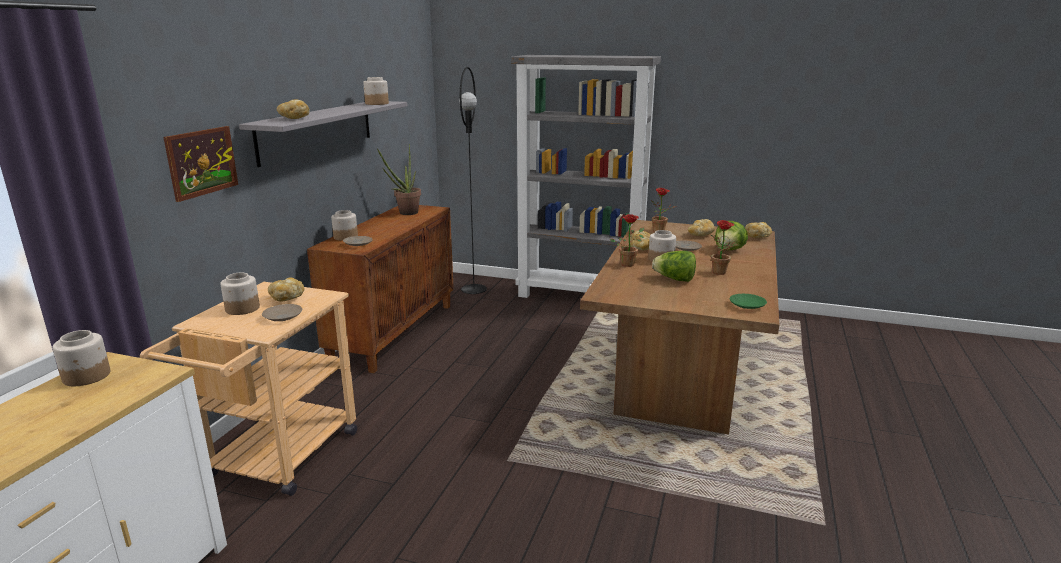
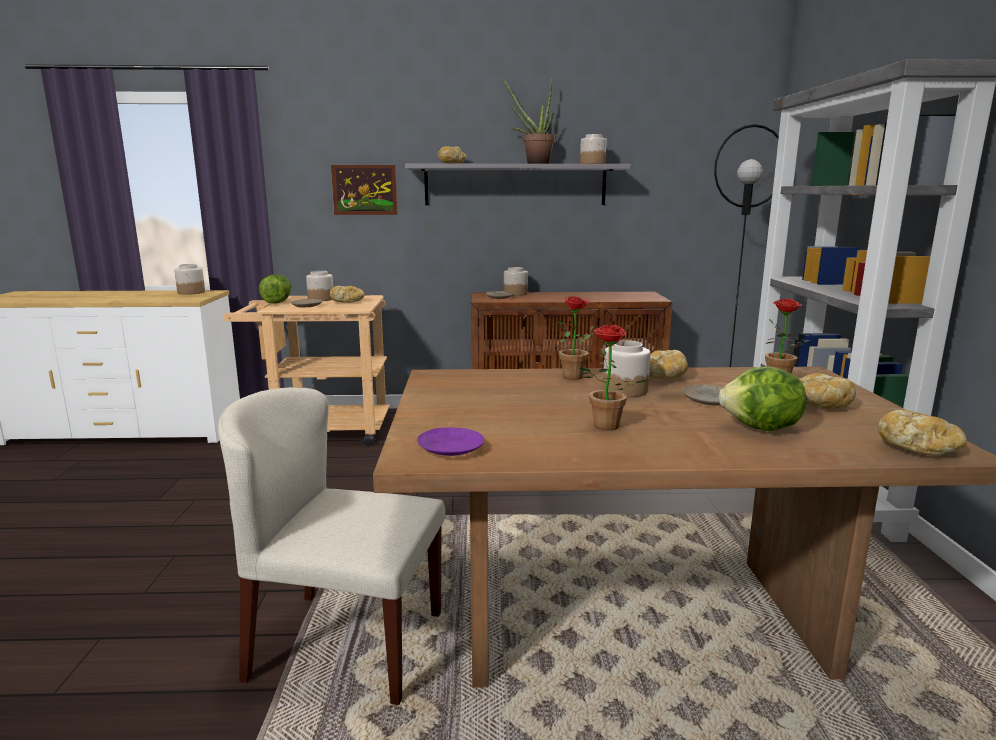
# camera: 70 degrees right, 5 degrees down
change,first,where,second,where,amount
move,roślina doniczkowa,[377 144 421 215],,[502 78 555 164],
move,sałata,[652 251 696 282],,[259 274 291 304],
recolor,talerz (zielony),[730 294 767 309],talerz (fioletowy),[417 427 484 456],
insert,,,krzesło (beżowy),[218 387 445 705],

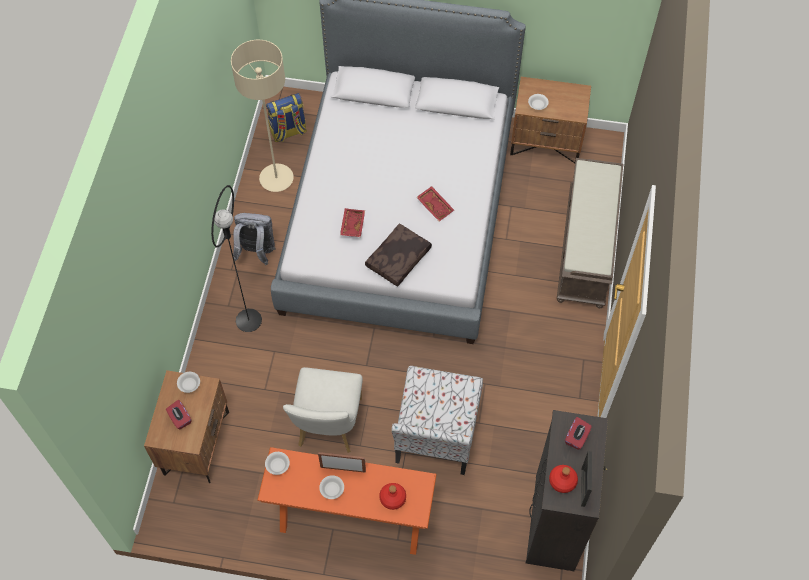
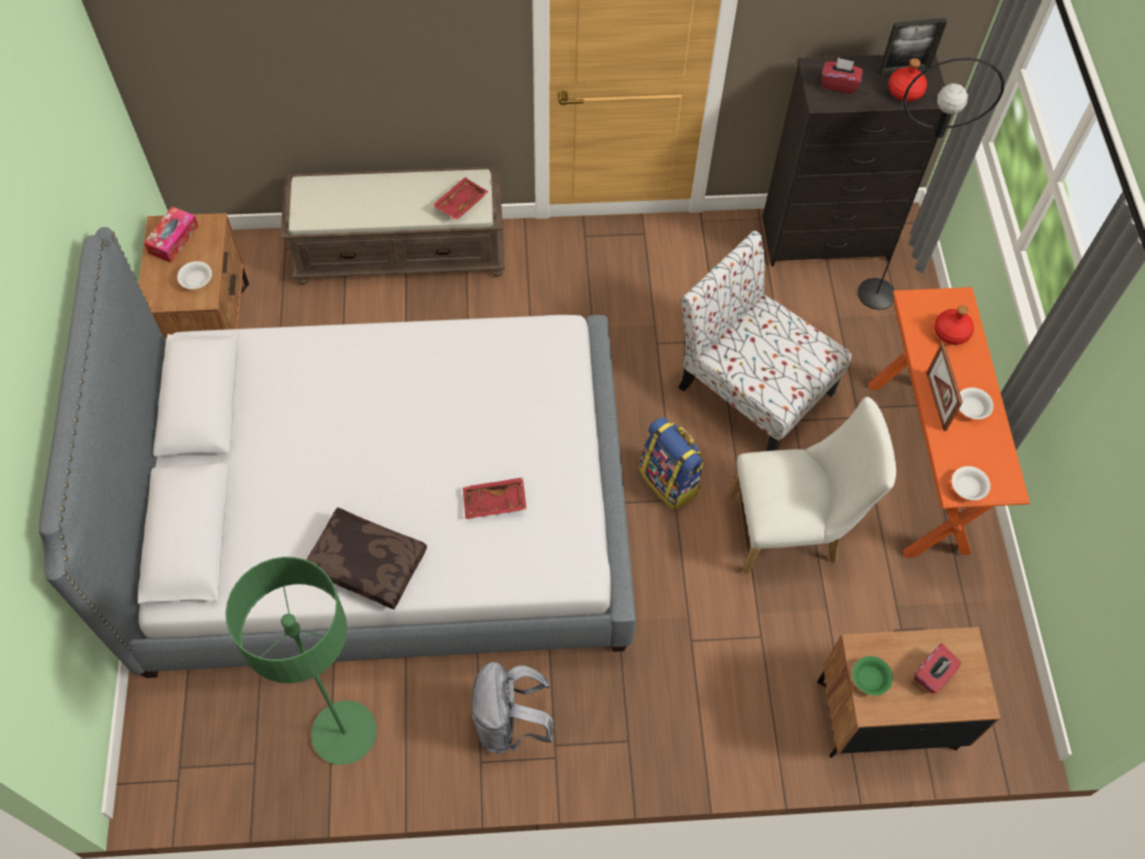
# camera: 105 degrees left, 0 degrees up
change,first,where,second,where,amount
recolor,miska (biały),[177 372 200 393],miska (zielony),[852 656 893 695],
move,lampa stojąca (czarny),[211 185 262 332],,[858 58 1005 310],
recolor,lampa stojąca (beżowy),[231 40 294 192],lampa stojąca (zielony),[225 557 377 765],
move,plecak,[266 93 307 142],,[639 417 705 510],
move,poduszka (brązowy),[365 223 432 287],,[306 507 427 609],
rotate,krzesło,[391 366 483 475],,[678 230 852 451],135 degrees counterclockwise
move,taca (czerwony),[417 186 454 221],,[432 177 489 220],
insert,,,pudełko chusteczek,[144 207 199 263],

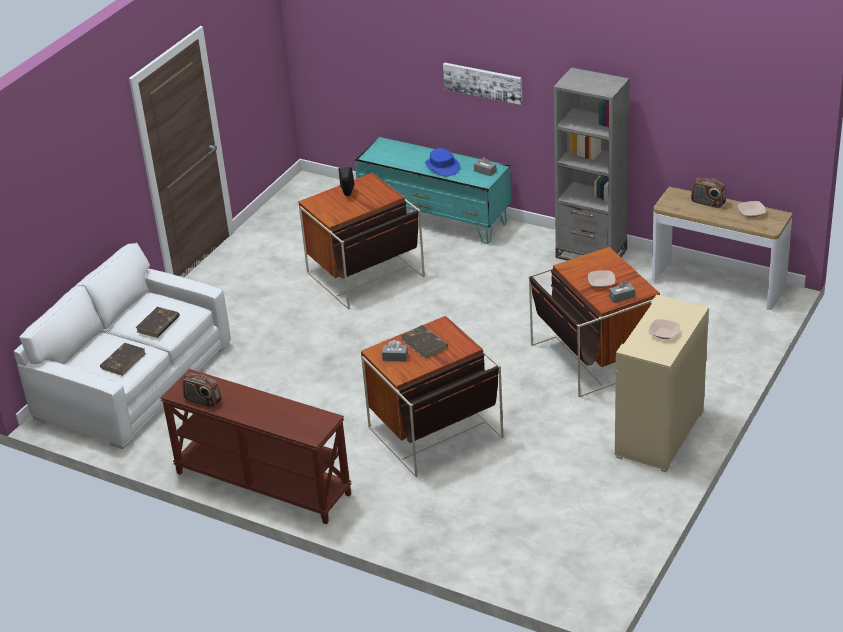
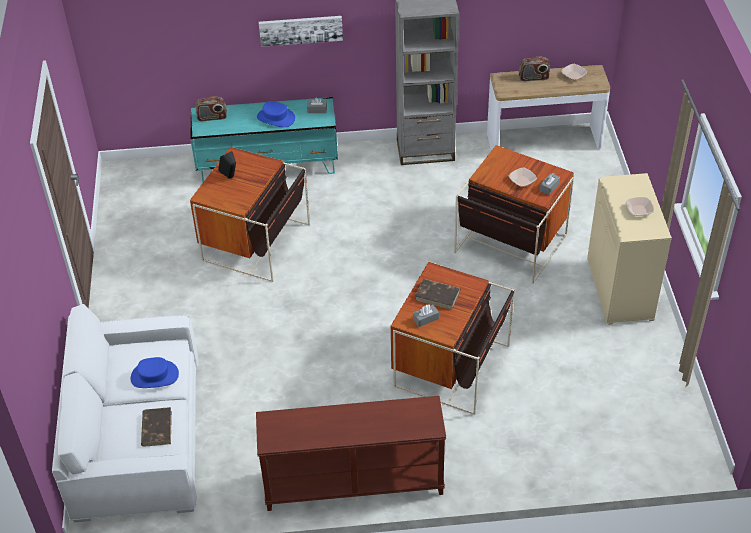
# camera: 35 degrees left, 10 degrees up
change,first,where,second,where,amount
replace,książka (brązowy),[136 307 180 338],kapelusz (niebieski),[131 357 179 388],
move,radio,[182 373 222 408],,[196 96 227 121],

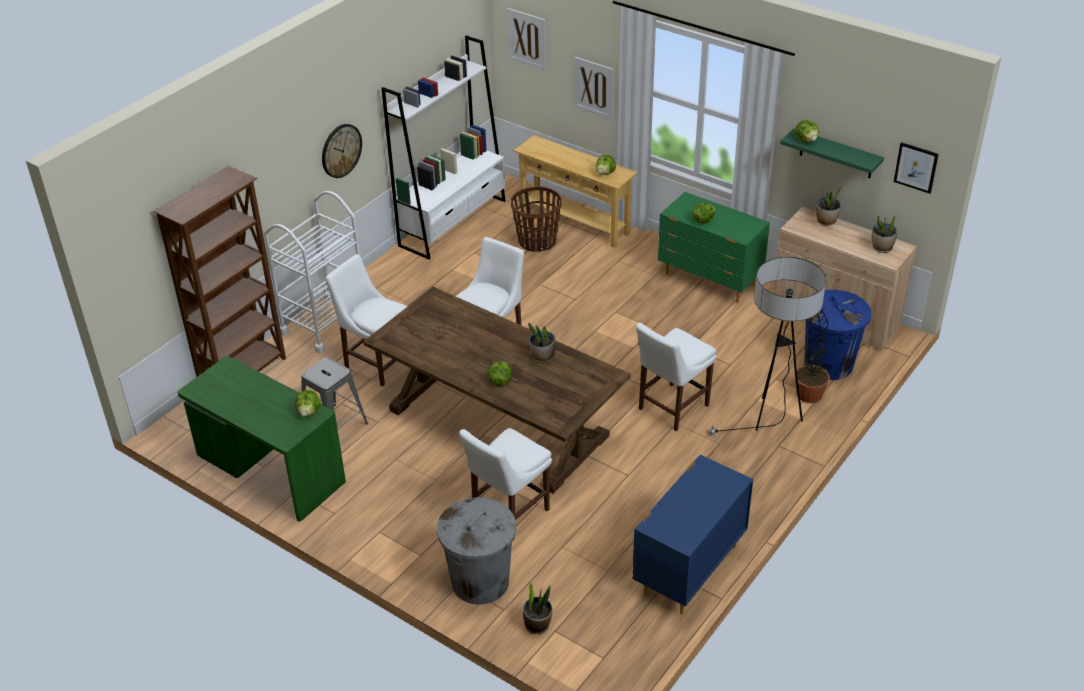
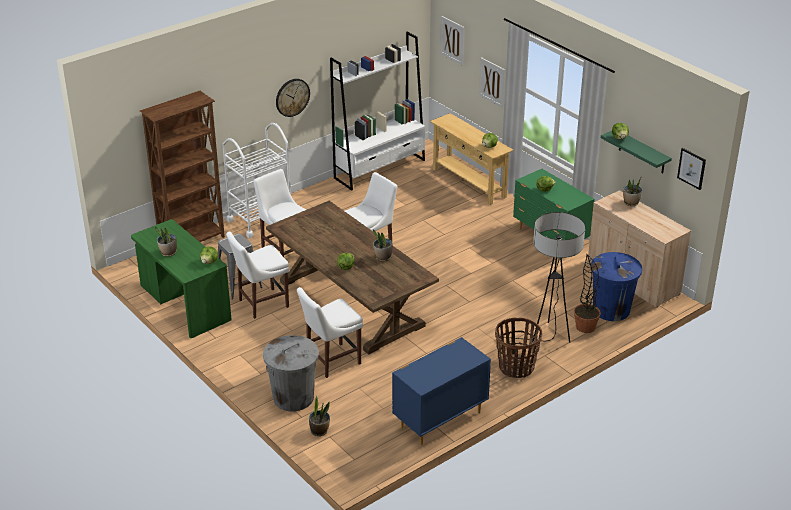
# camera: 15 degrees right, 5 degrees down
change,first,where,second,where,amount
move,koszyk,[511 186 562 252],,[495 318 542 378],
move,krzesło (biały),[636 323 716 431],,[226 232 289 319],
move,roślina doniczkowa,[872 216 897 253],,[155 226 177 257],

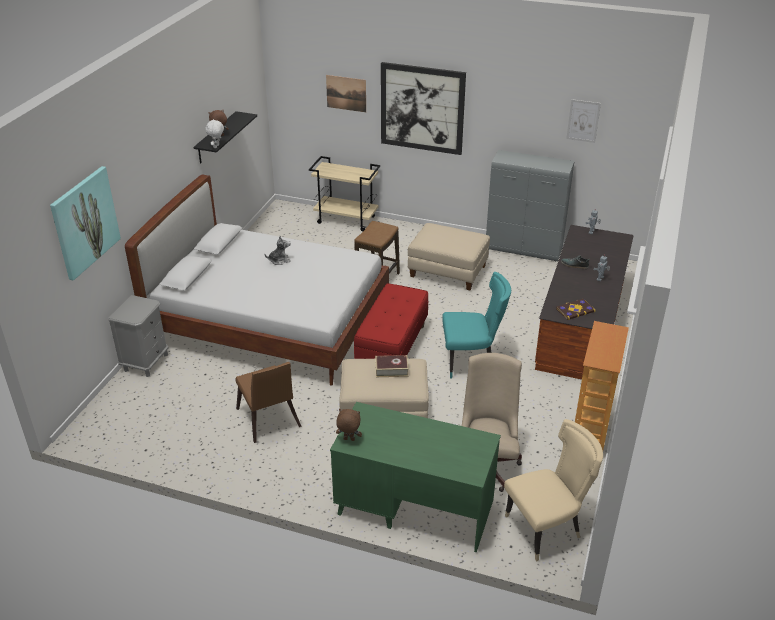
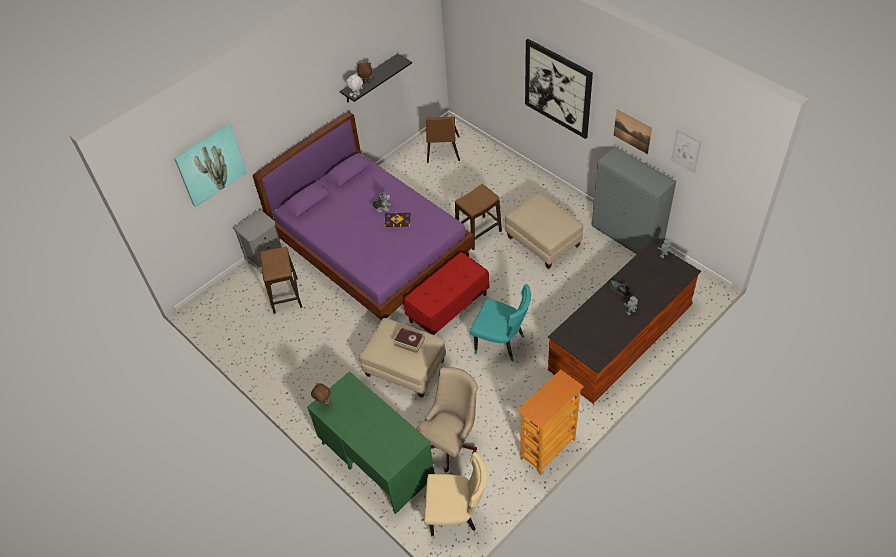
# camera: 30 degrees right, 15 degrees up
change,first,where,second,where,amount
recolor,łóżko (biały),[125 175 389 386],łóżko (fioletowy),[253 111 474 320],
move,krzesło (brązowy),[235 362 302 443],,[426 116 460 163],
delete,wózek (beżowy),[309 156 380 231],,,
move,obraz,[326 75 366 112],,[614 109 652 154],
move,książka,[556 299 596 320],,[384 212 411 227],
insert,,,stołek,[260 247 302 314],

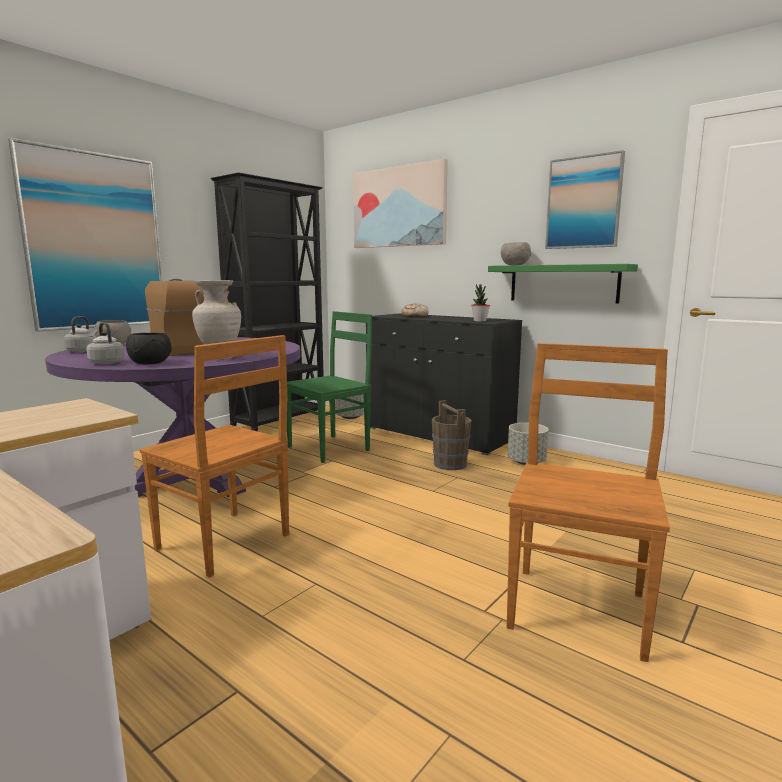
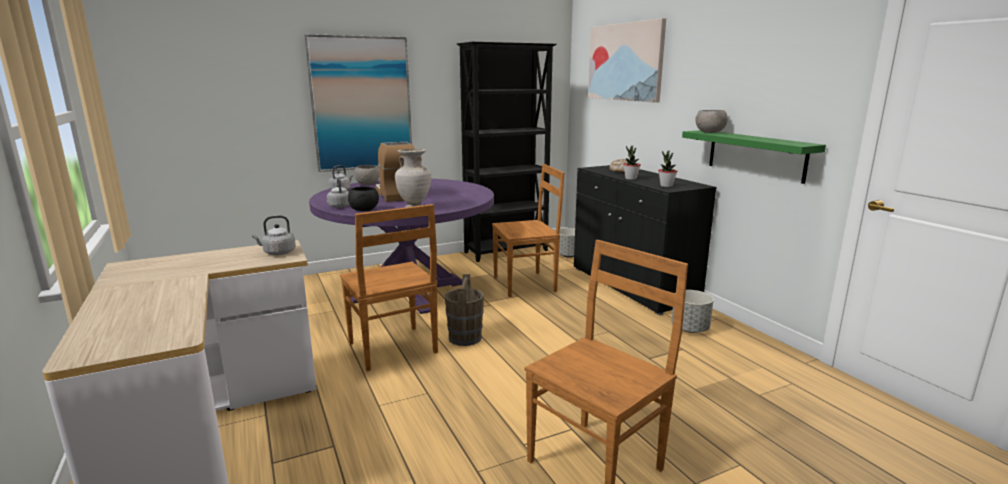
# camera: 25 degrees right, 5 degrees up
change,first,where,second,where,amount
recolor,krzesło (zielony),[287 311 372 463],krzesło (brązowy),[492 164 564 297],
move,wiadro (brązowy),[432 400 471 470],,[444 274 484 346],
delete,obraz,[545 150 625 249],,,
insert,,,czajnik (szary),[251 215 296 255],
insert,,,roślina doniczkowa,[623 146 641 180],

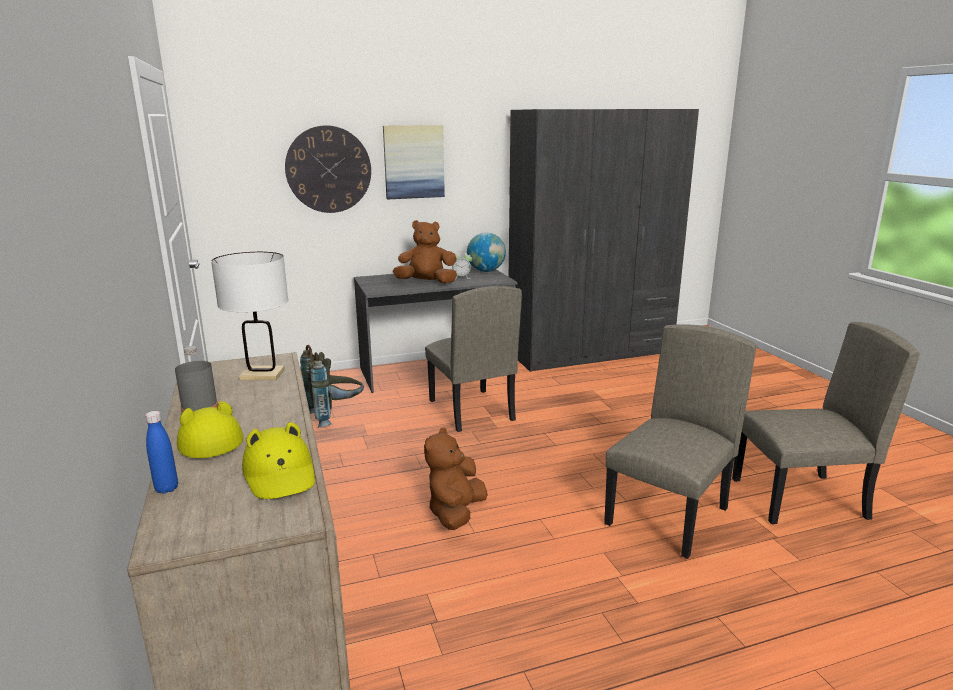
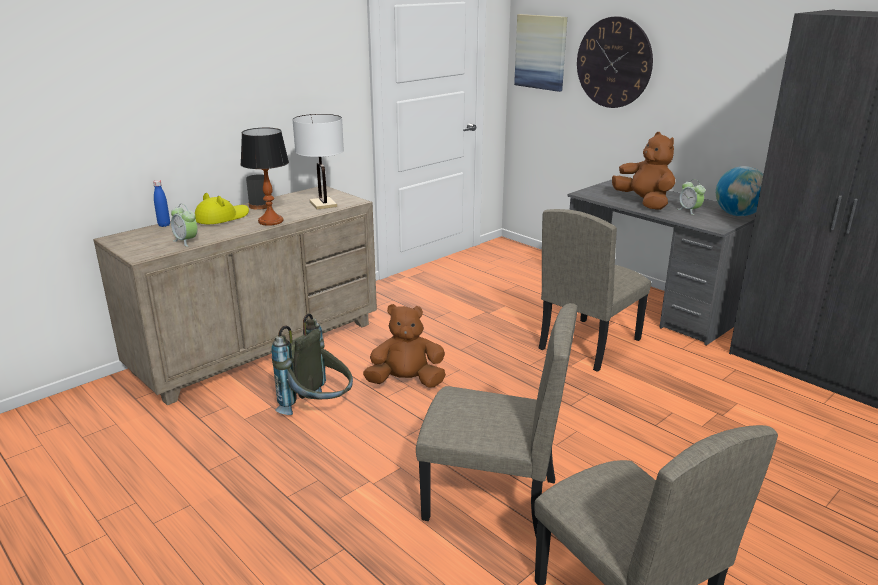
# camera: 65 degrees right, 5 degrees up
change,first,where,second,where,amount
replace,kapelusz (żółty),[242 422 315 499],budzik,[171 204 198 247],
move,plecak (szary),[300 345 364 428],,[271 313 353 415],
move,obraz,[383 125 445 199],,[514 14 567 92],
insert,,,lampa stołowa,[240 128 289 226],

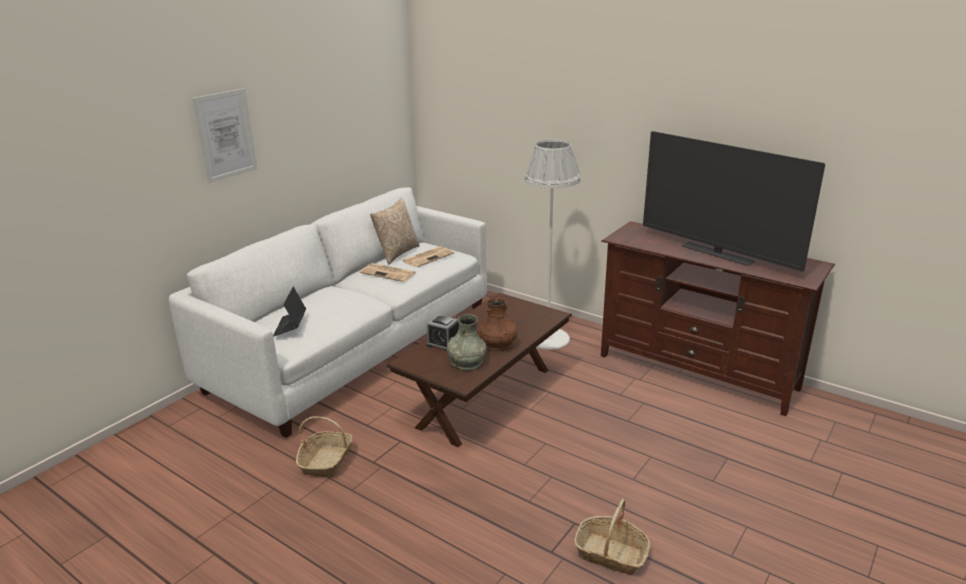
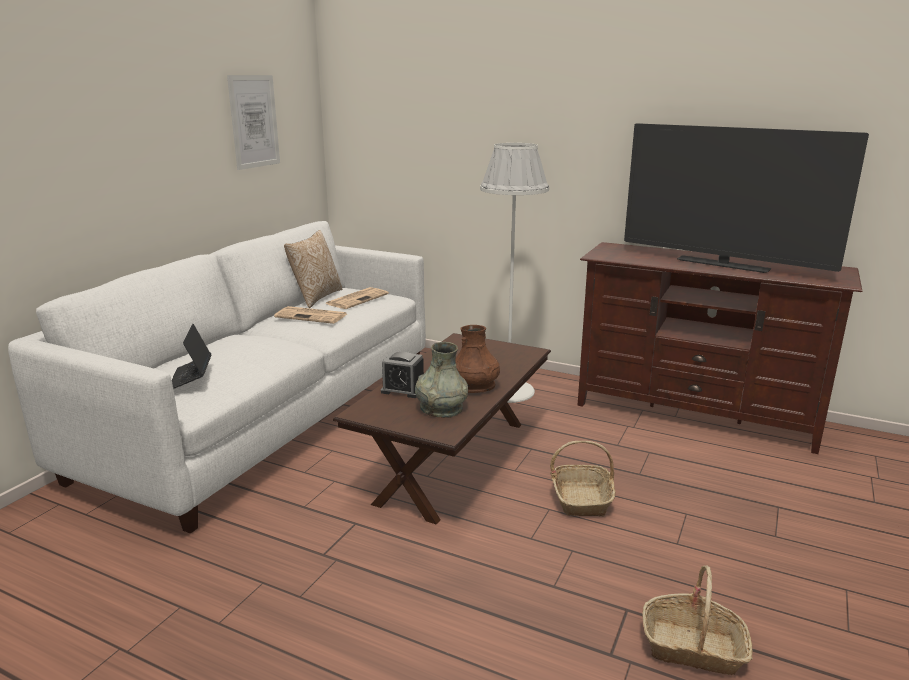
# camera: 10 degrees left, 5 degrees down
change,first,where,second,where,amount
move,obraz,[192 88 258 183],,[227 75 280 170],
move,koszyk,[296 416 353 478],,[550 441 616 516],

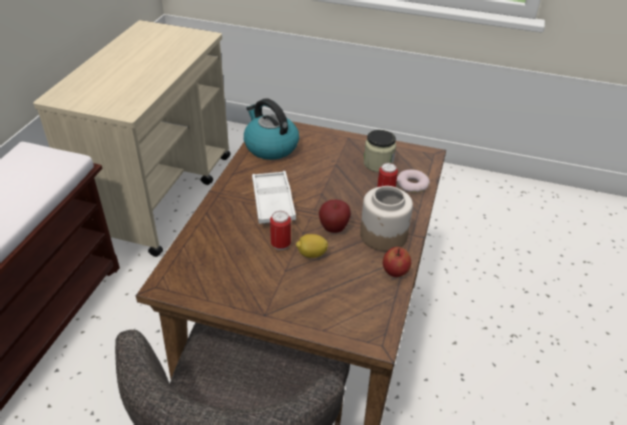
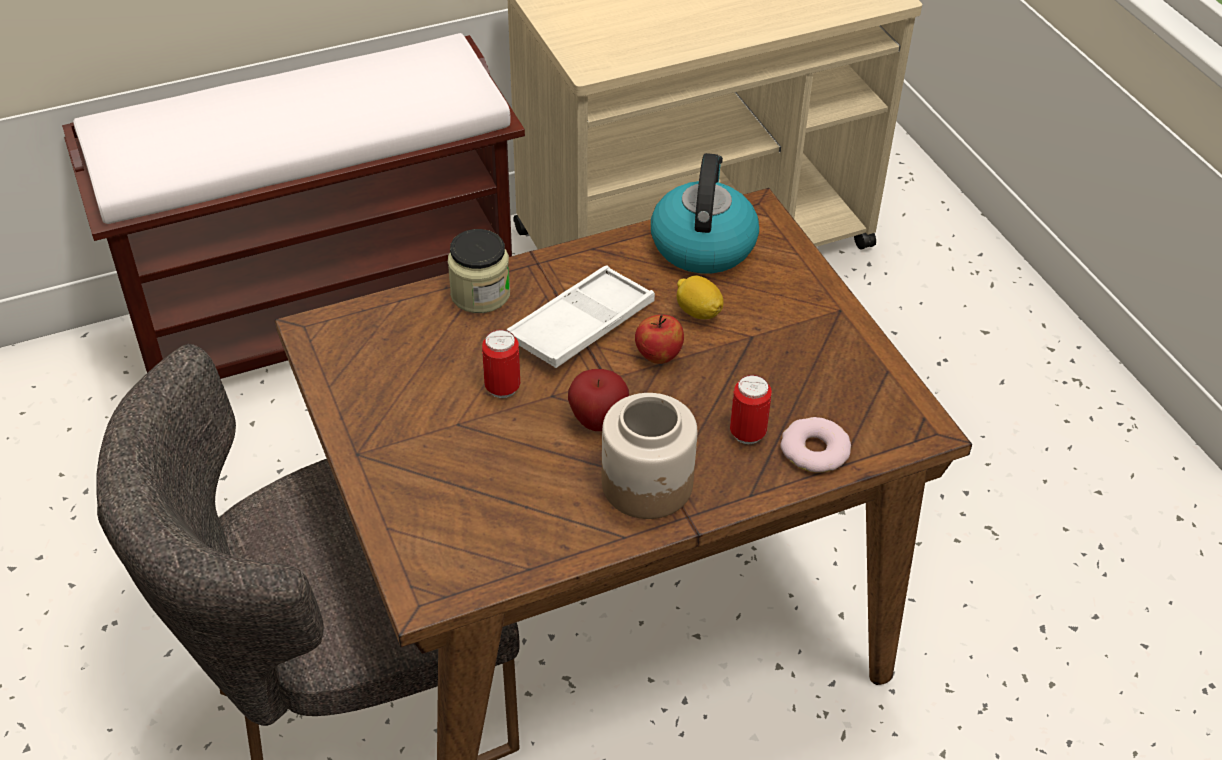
# camera: 50 degrees right, 5 degrees up
change,first,where,second,where,amount
move,cytryna,[296 234 328 258],,[677 276 724 319],
move,słoik,[364 130 396 172],,[448 229 510 313],
move,jabłko,[383 247 411 277],,[635 315 684 364],

